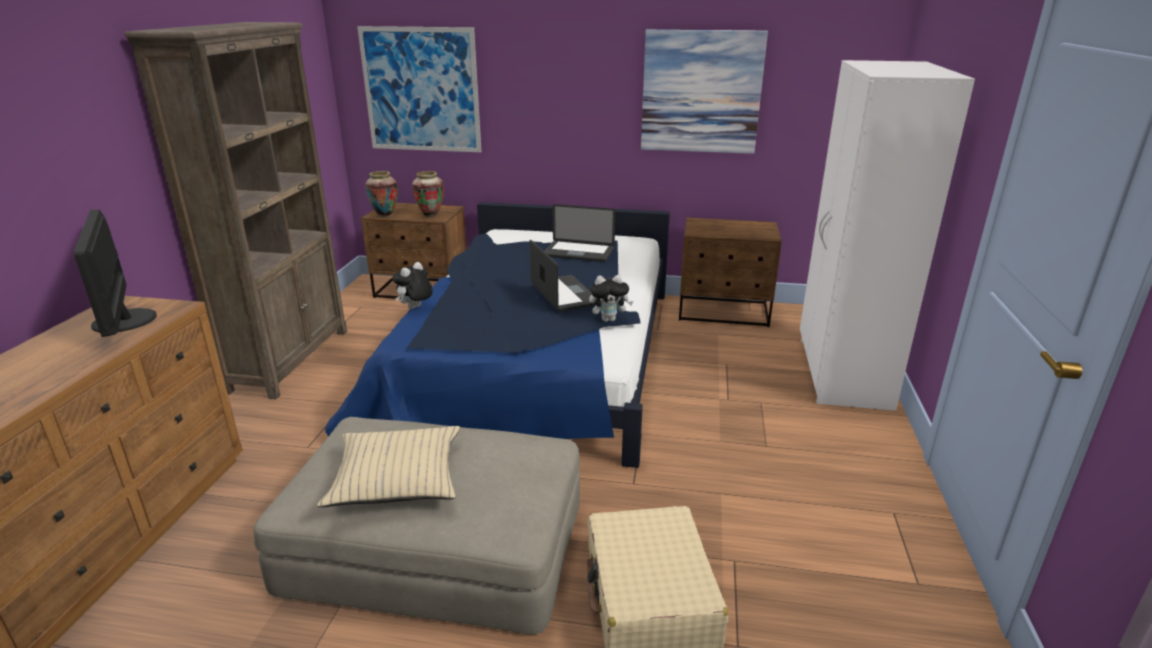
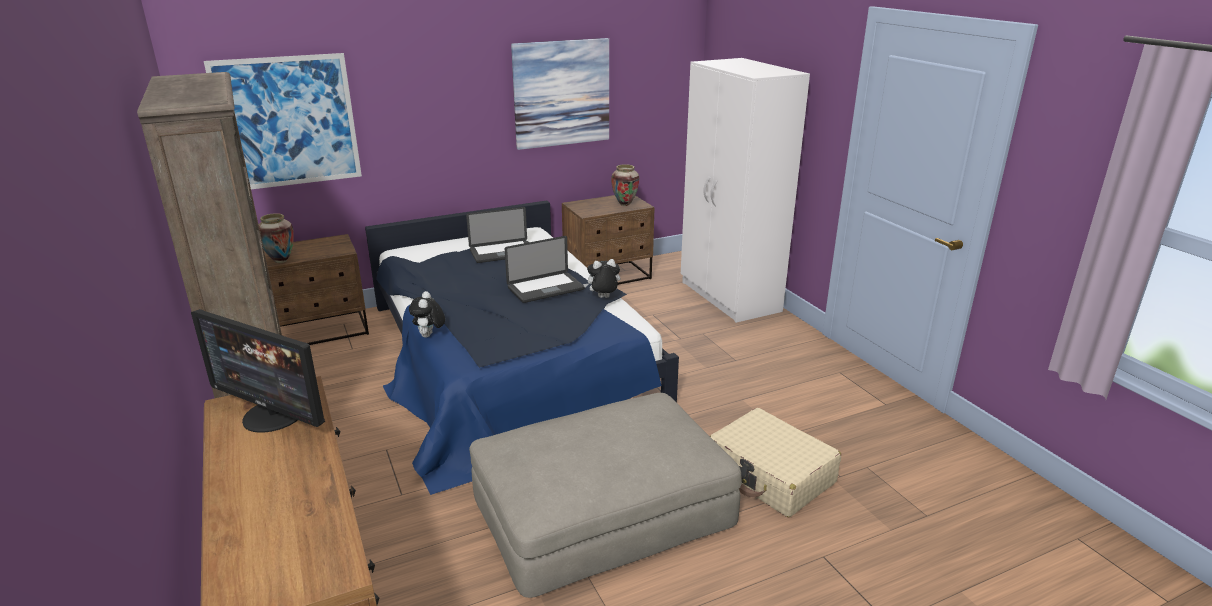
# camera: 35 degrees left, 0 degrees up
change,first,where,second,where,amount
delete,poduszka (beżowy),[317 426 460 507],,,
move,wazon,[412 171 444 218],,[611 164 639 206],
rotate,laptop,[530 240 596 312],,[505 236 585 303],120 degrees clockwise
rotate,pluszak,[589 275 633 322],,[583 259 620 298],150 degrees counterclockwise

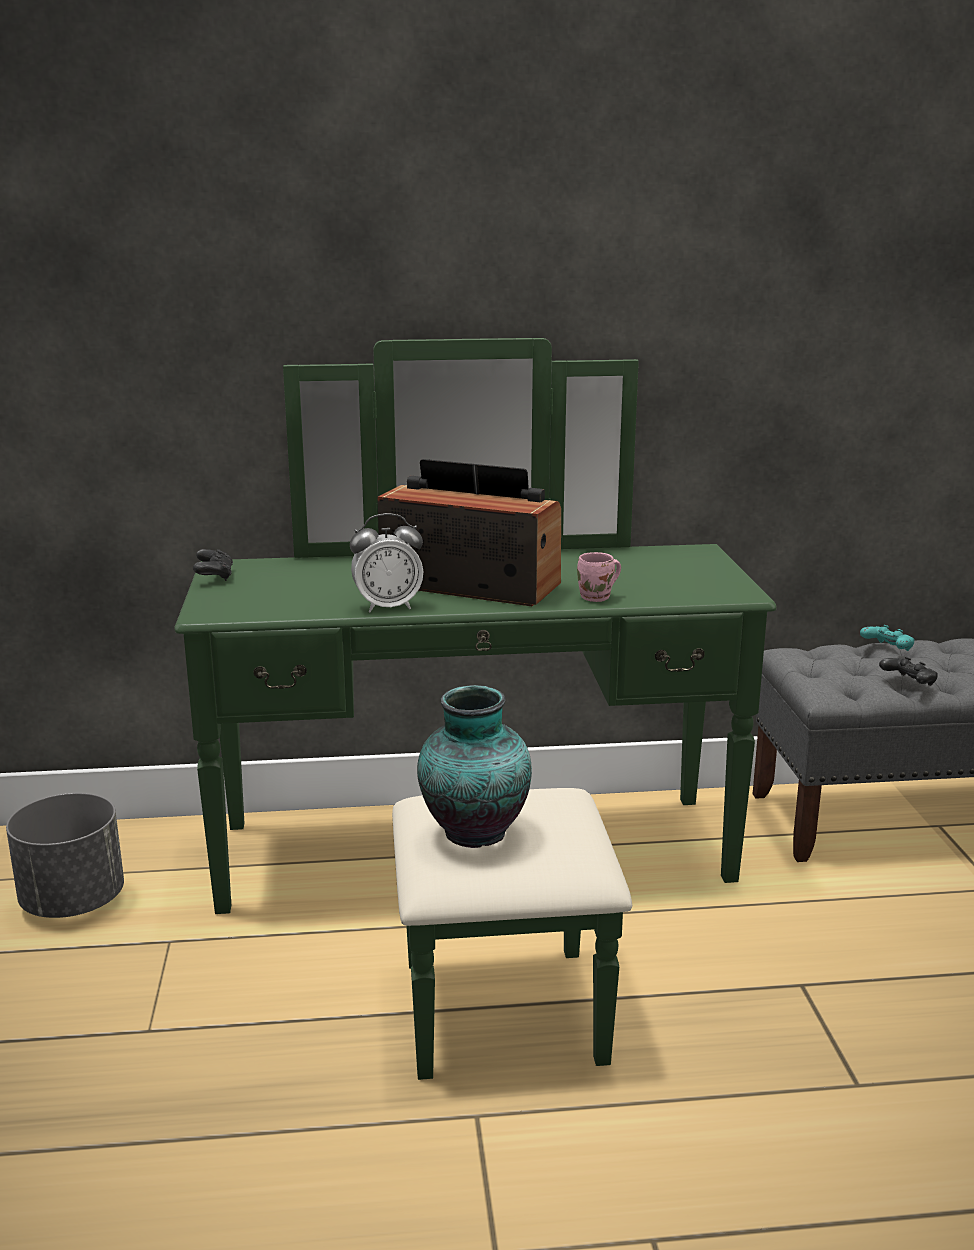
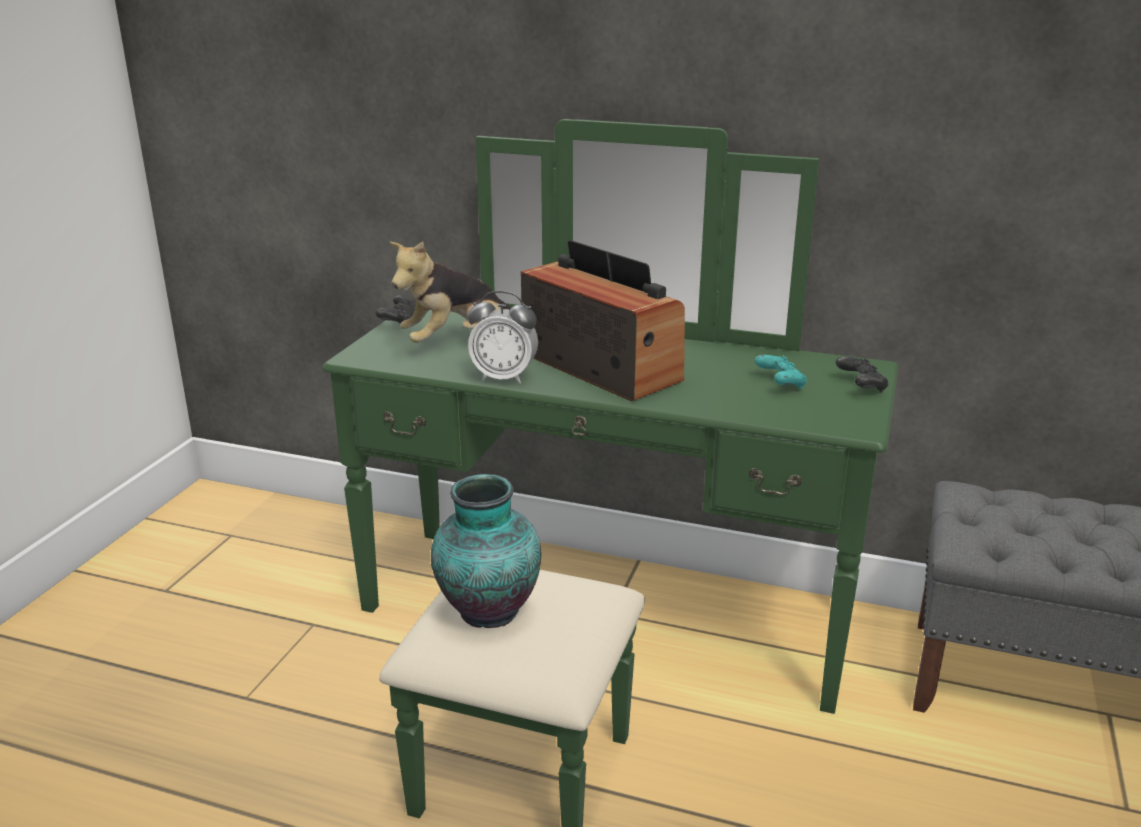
# camera: 25 degrees right, 5 degrees up
change,first,where,second,where,amount
delete,donica (szary),[6 793 124 918],,,
delete,kubek (różowy),[577 552 621 602],,,
move,pad do gier (turkusowy),[860 625 915 651],,[755 355 807 389],
move,pad do gier (czarny),[879 657 938 686],,[836 357 888 393],
insert,,,pluszak,[390 242 511 343],

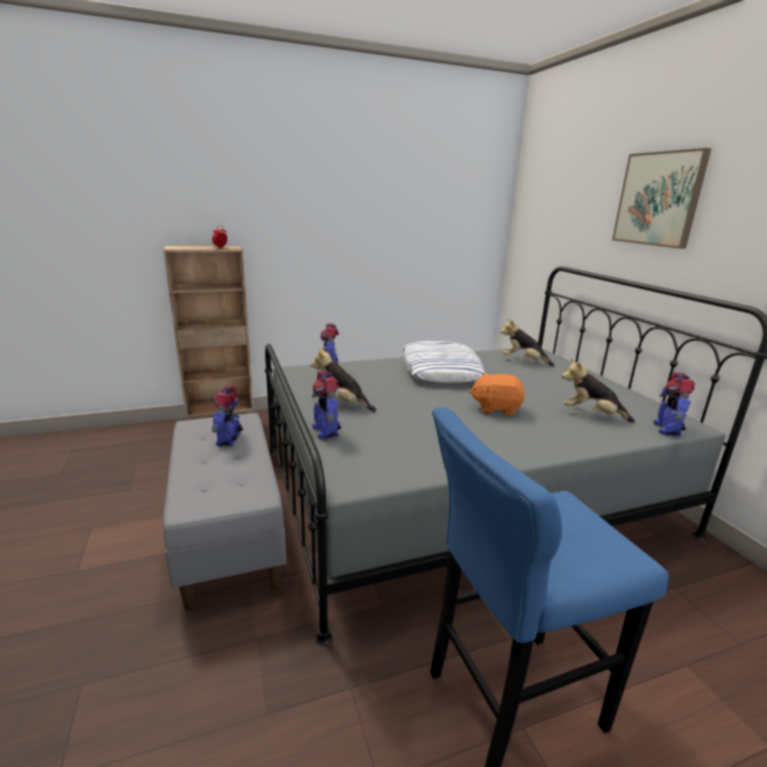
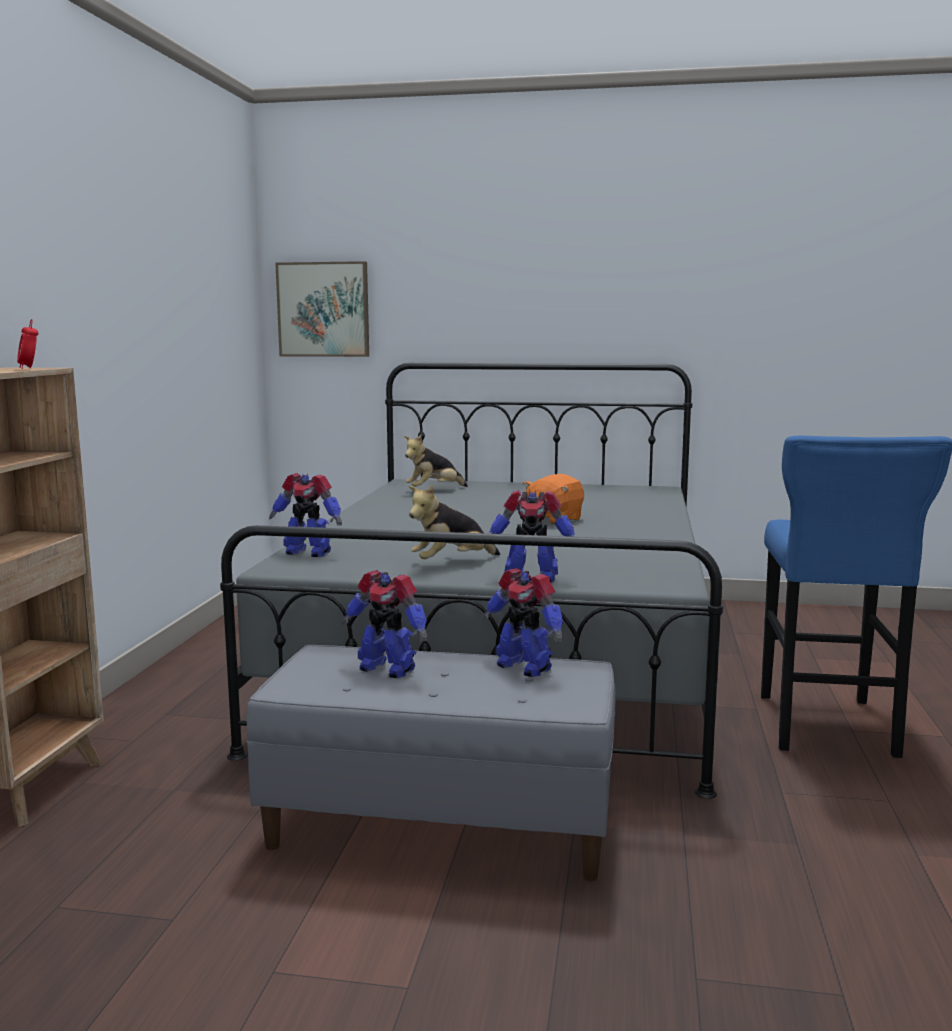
# camera: 60 degrees left, 10 degrees down
change,first,where,second,where,amount
delete,poduszka,[403 341 485 383],,,
delete,pluszak,[562 358 635 423],,,
move,obraz,[612 148 712 249],,[275 261 369 357],
move,robot zabawkowy,[654 373 695 437],,[483 568 563 677],

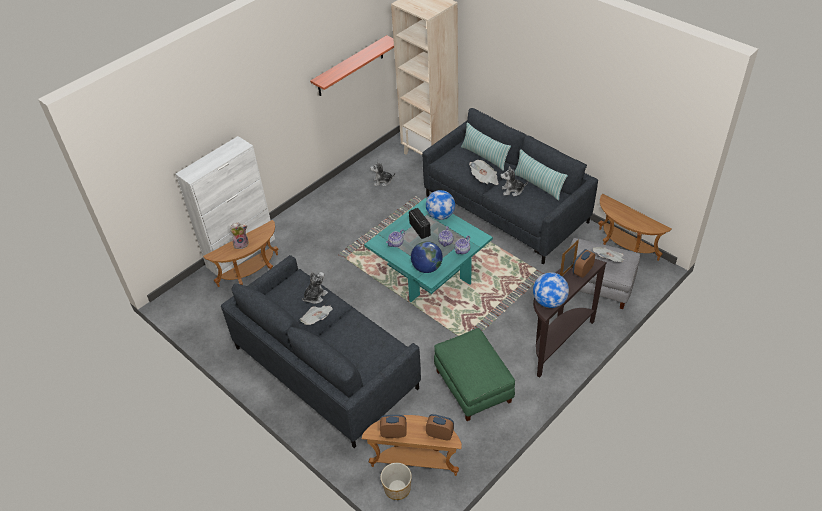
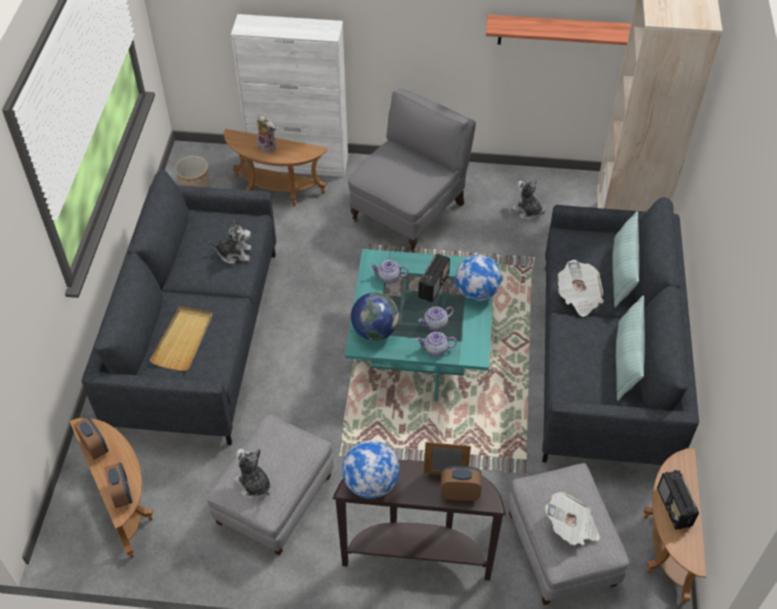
# camera: 50 degrees right, 5 degrees up
change,first,where,second,where,amount
delete,gazeta,[299 306 333 325],,,
move,donica,[381 463 412 500],,[175 156 209 187],
recolor,pufa (zielony),[434 328 515 421],pufa (szary),[206 414 334 555],
move,pluszak,[501 166 528 196],,[234 449 271 499],
insert,,,taca (beżowy),[150 306 212 371],
insert,,,fotel (szary),[348 89 476 253],
insert,,,radio,[657 470 699 530],

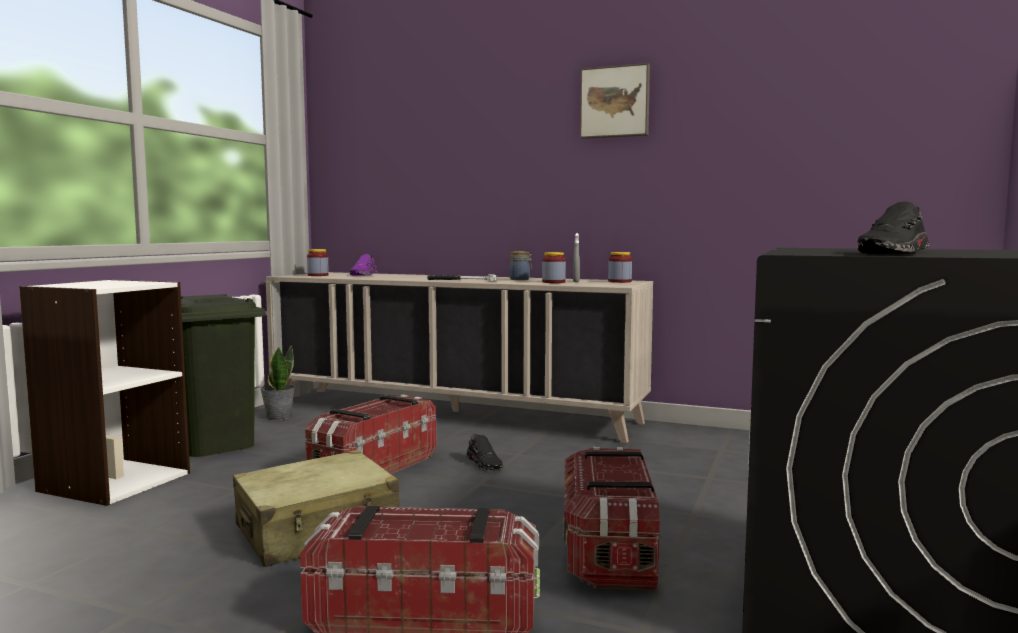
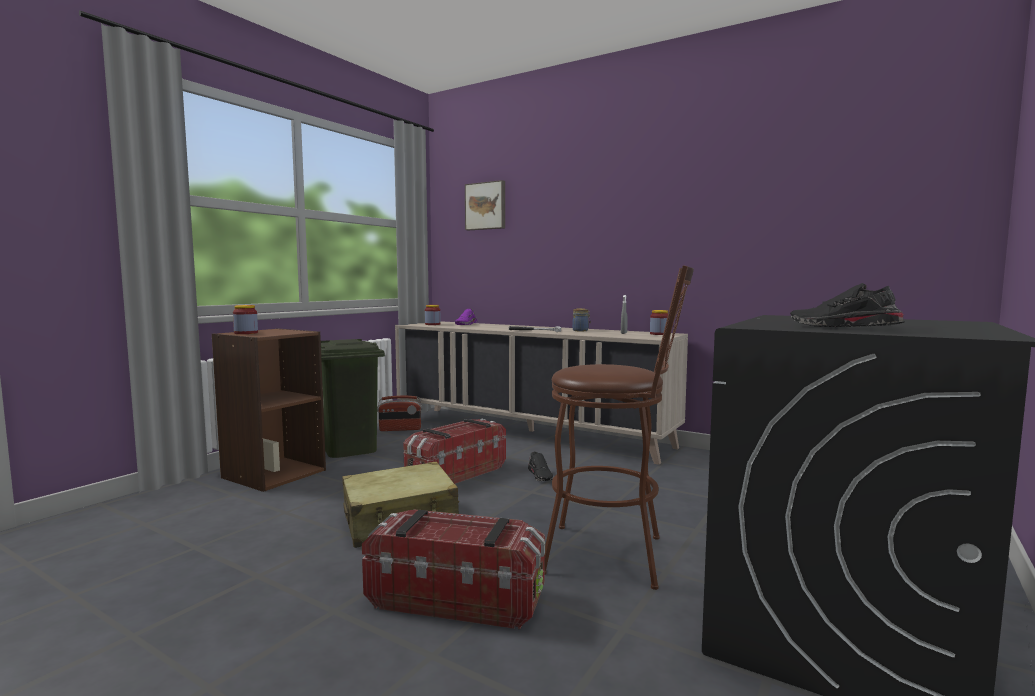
# camera: 10 degrees right, 0 degrees up
change,first,where,second,where,amount
recolor,regał (biały),[19 279 190 506],regał (brązowy),[212 328 326 492],
replace,roślina doniczkowa,[260 345 295 420],radio,[377 396 422 431],
move,słoik,[542 252 566 283],,[233 305 258 334],
replace,pojemnik do przechowywania,[564 447 660 591],stołek (brązowy),[544 265 694 590],
move,obraz,[580 63 650 139],,[465 180 505 230],
rotate,but (czarny),[857 202 930 254],,[790 283 904 327],75 degrees clockwise

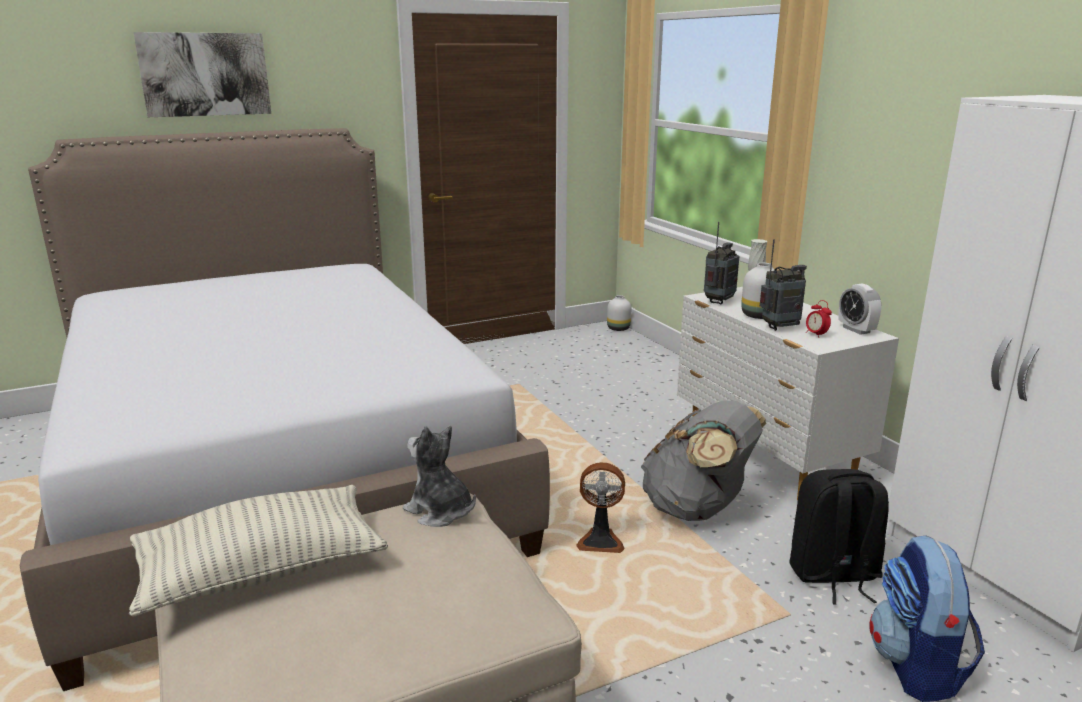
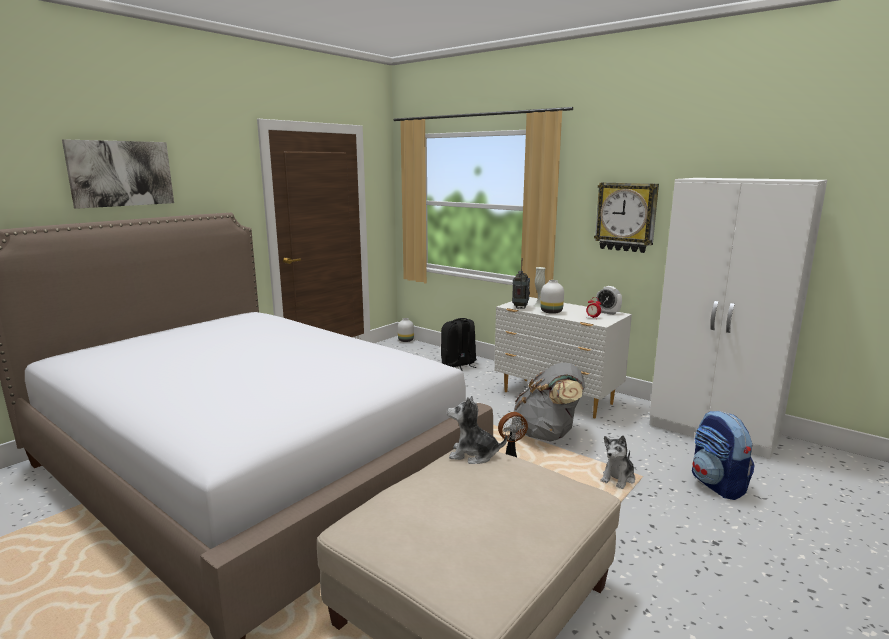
# camera: 25 degrees left, 5 degrees down
change,first,where,second,where,amount
delete,poduszka,[129 485 388 617],,,
delete,radio,[760 239 807 331],,,
move,plecak (czarny),[789 469 889 605],,[441 318 477 371],
insert,,,zegar ścienny,[594 182 659 253],
insert,,,pluszak,[600 435 635 489],

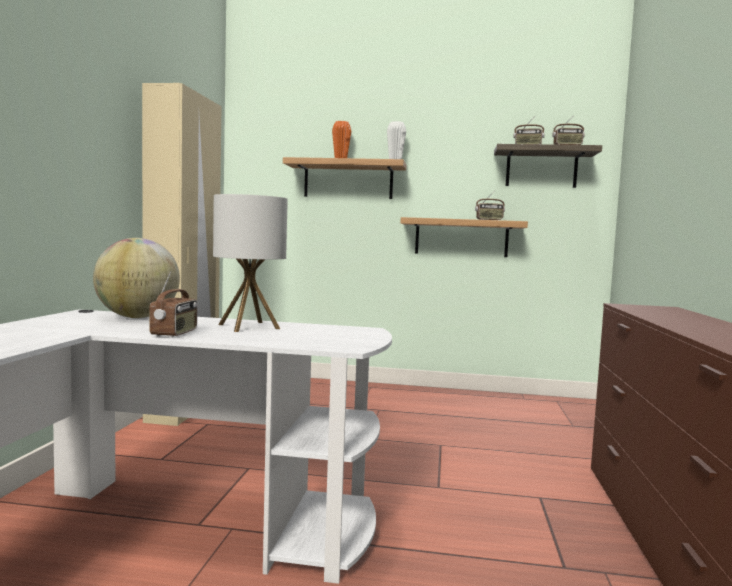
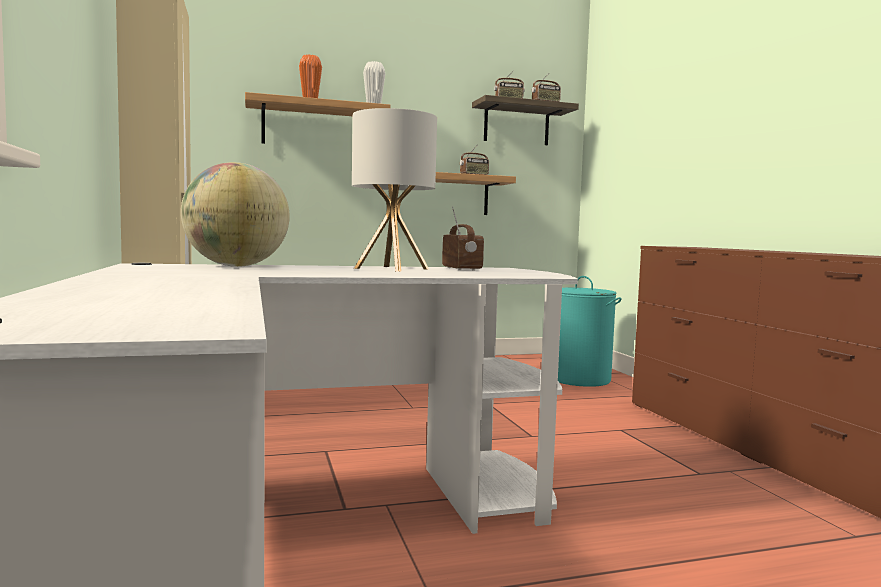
# camera: 25 degrees left, 0 degrees up
change,first,where,second,where,amount
move,radio,[149 271 197 337],,[442 207 484 270],
insert,,,kosz na pranie (turkusowy),[558 276 622 387],

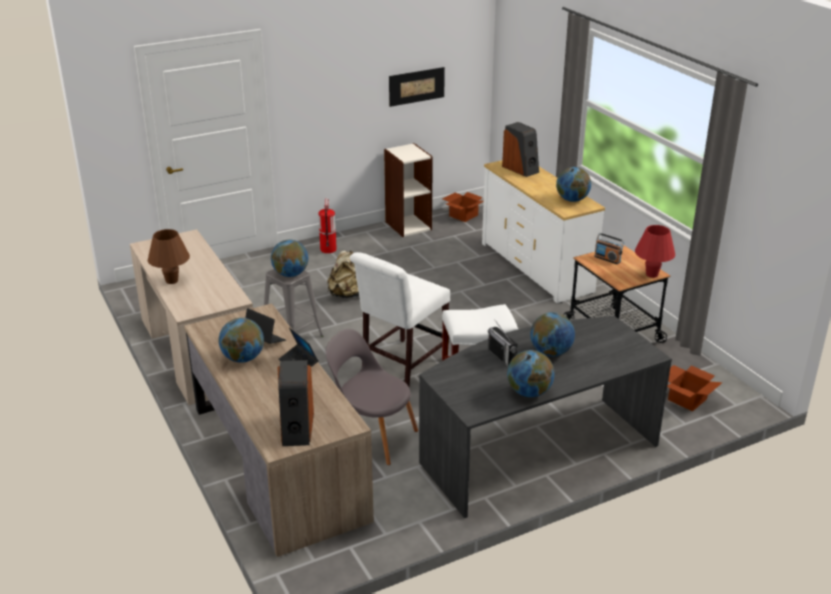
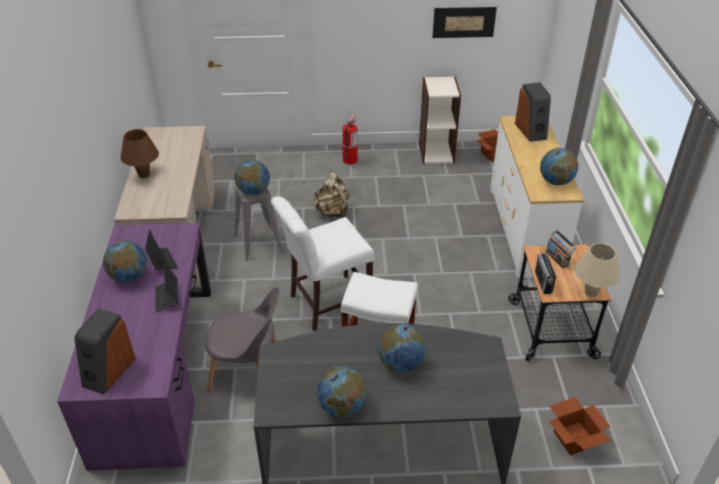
# camera: 25 degrees right, 10 degrees up
change,first,where,second,where,amount
recolor,biurko (brązowy),[184 304 374 557],biurko (fioletowy),[57 223 211 471],
rotate,krzesło (szary),[326 329 418 465],,[205 287 280 392],135 degrees clockwise
move,radio,[488 320 517 367],,[535 248 556 294],
recolor,lampa stołowa (czerwony),[635 225 675 278],lampa stołowa (beżowy),[574 243 620 297],

